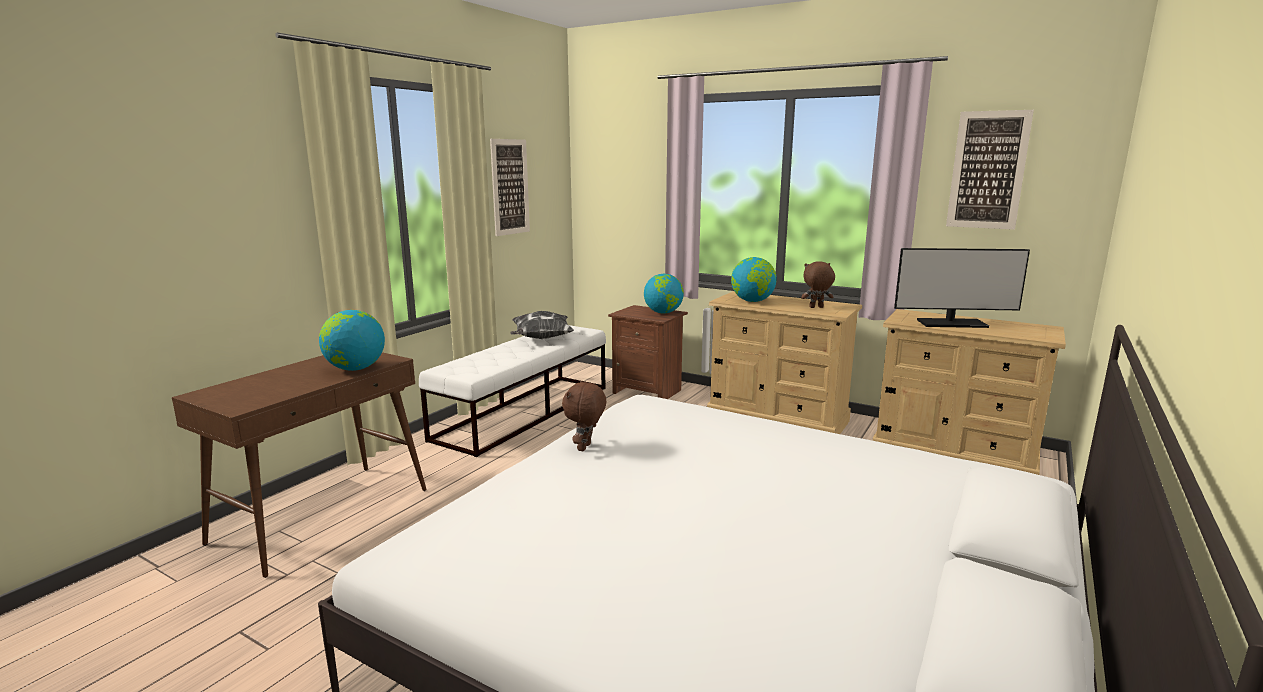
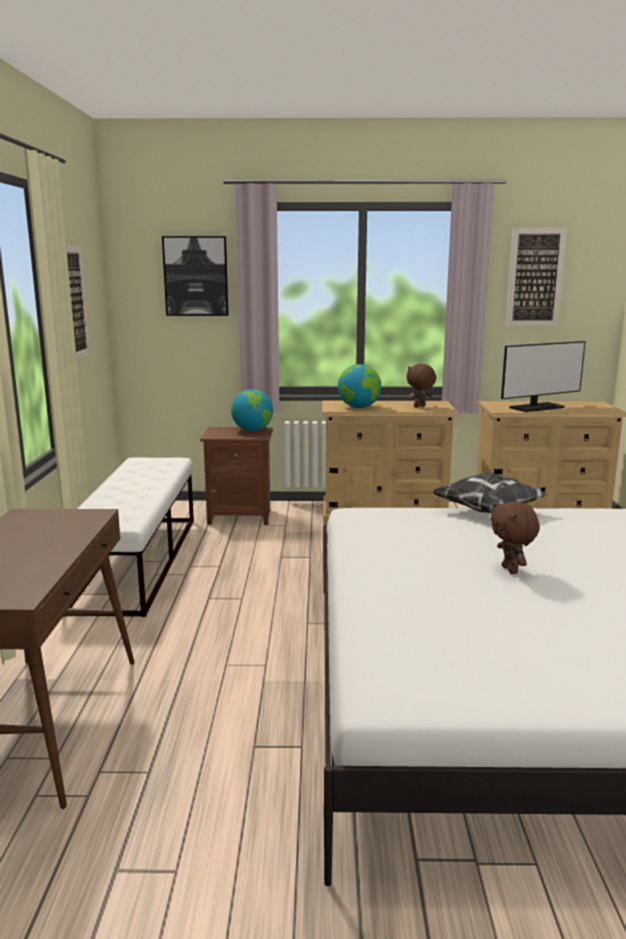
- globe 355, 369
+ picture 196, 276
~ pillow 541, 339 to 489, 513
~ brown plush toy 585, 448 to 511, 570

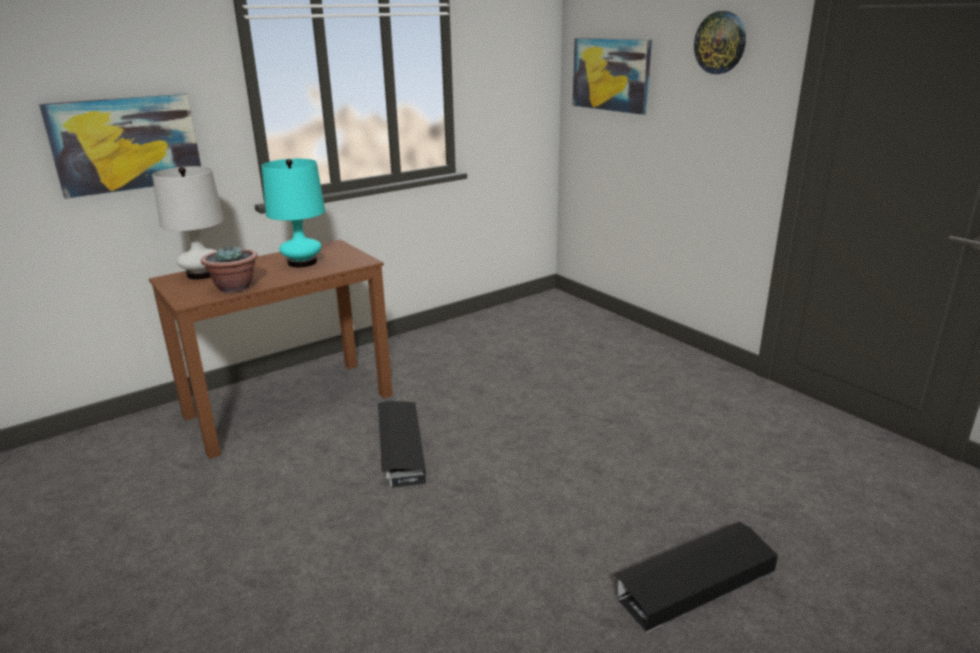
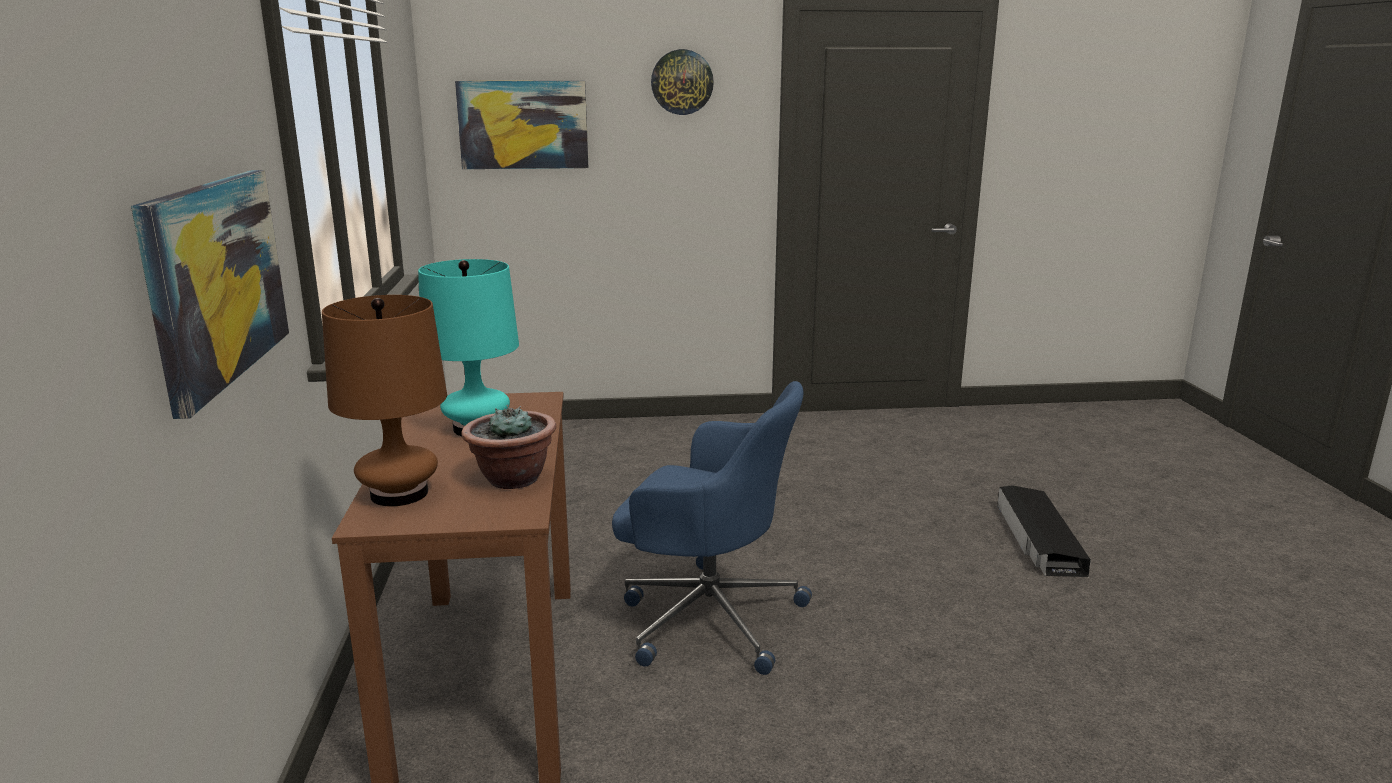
~ black storage box 400, 449 to blue office chair 707, 616
~ white table lamp 202, 274 to brown table lamp 399, 494

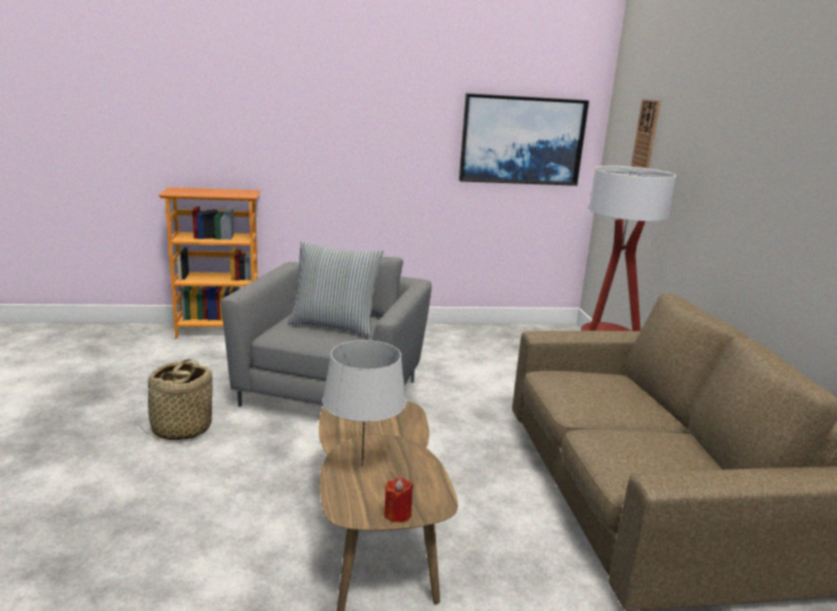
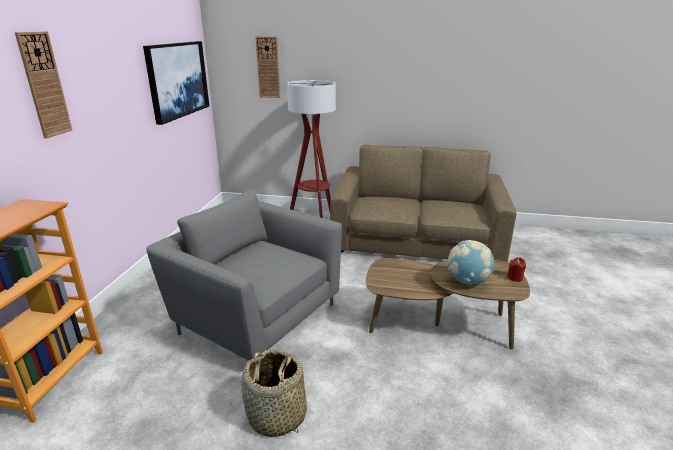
- pillow 334, 325
+ wall clock 44, 85
~ grey table lamp 362, 465 to globe 468, 281

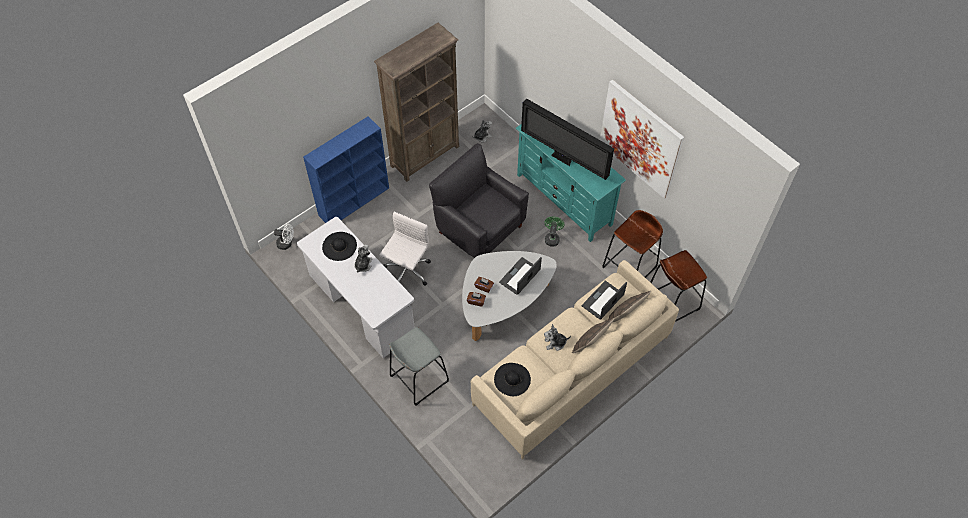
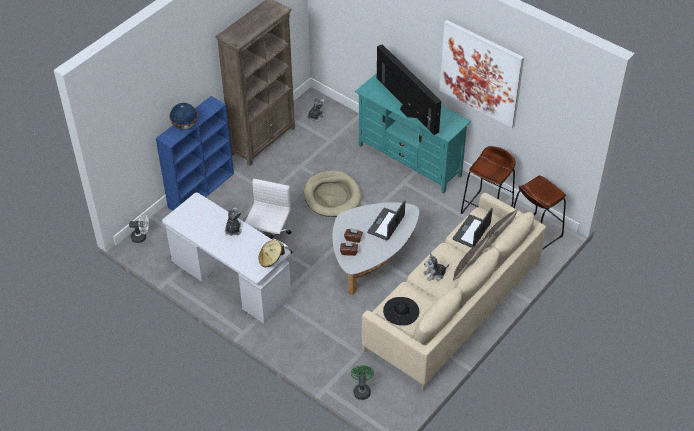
- black hat 339, 246
- grey stool 419, 378
+ globe 184, 126
+ beige hat 270, 259
~ green fan 552, 238 to 361, 390
~ black armchair 479, 228 to beige dog bed 332, 196
~ television 563, 159 = 407, 111 150 degrees counterclockwise

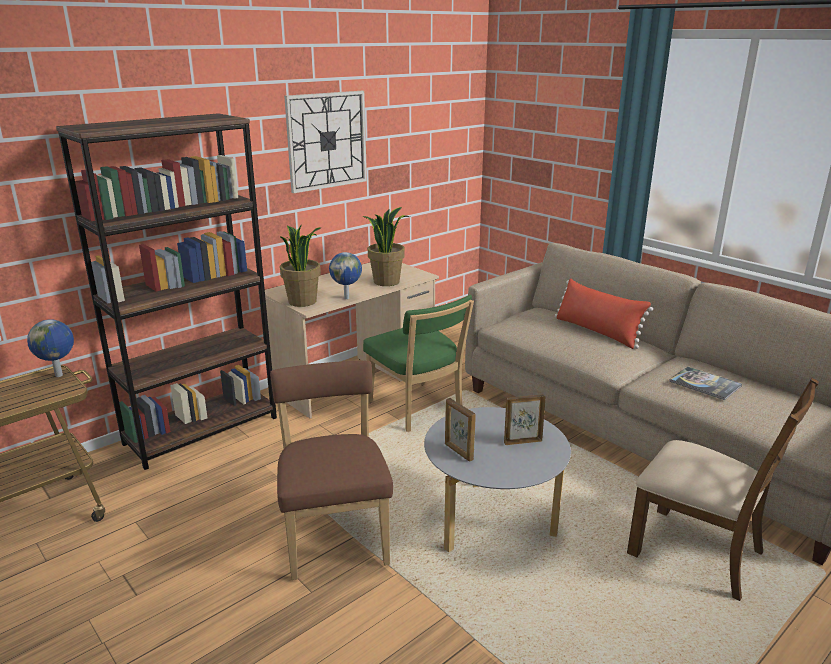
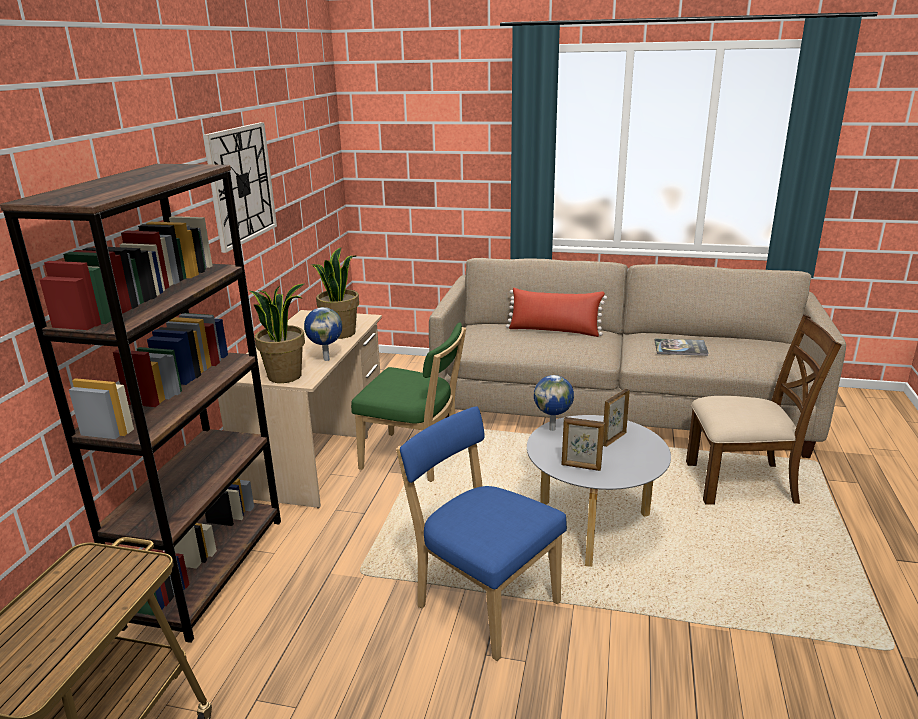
~ globe 60, 375 to 553, 428
~ brown chair 335, 535 to blue chair 483, 601

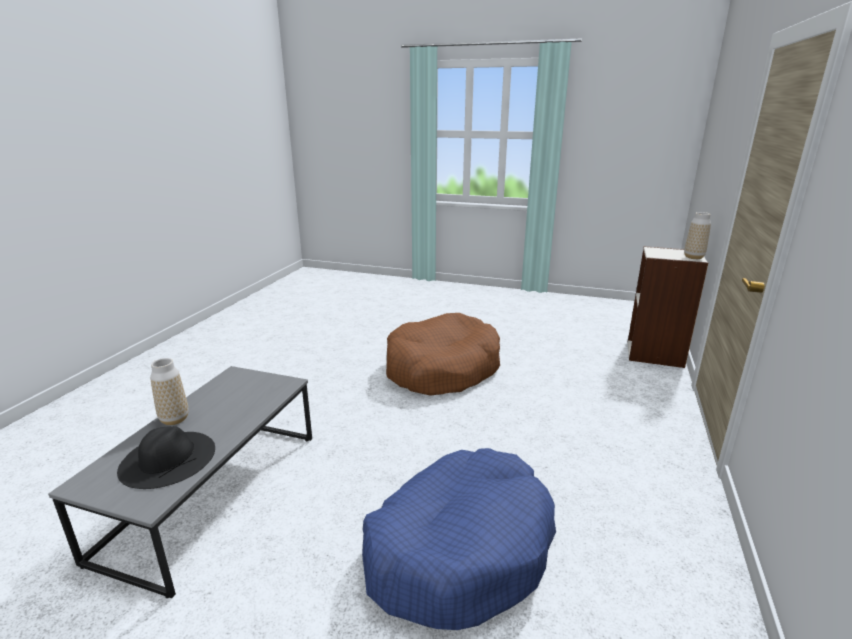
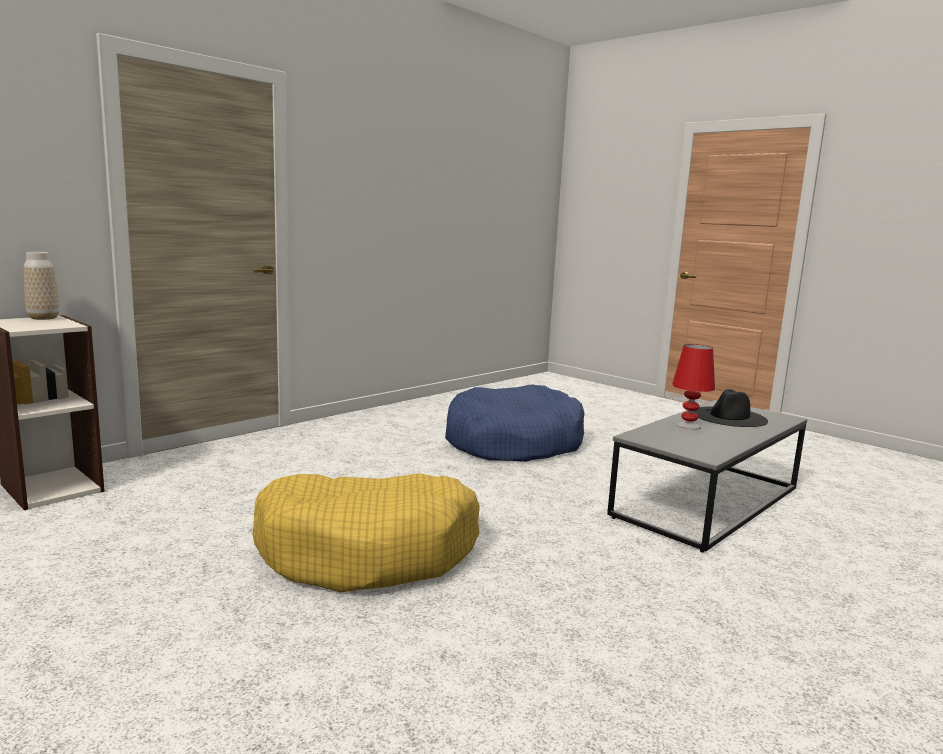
- vase 174, 419
+ red table lamp 688, 426
~ brown dog bed 442, 369 to yellow dog bed 368, 551

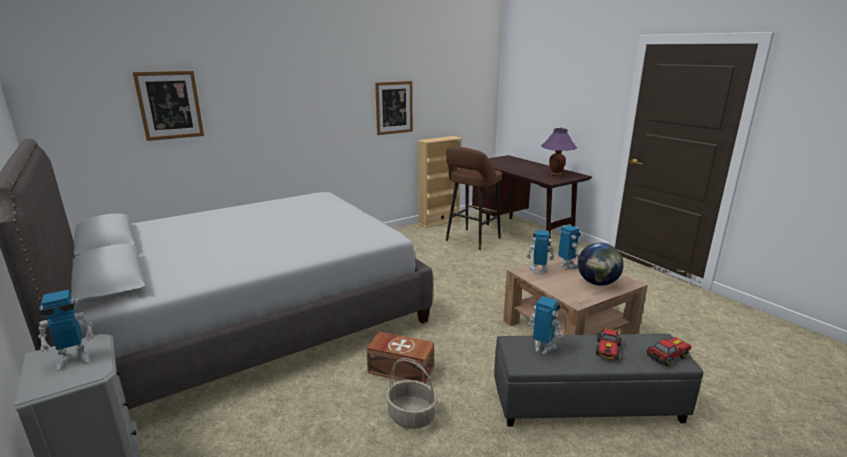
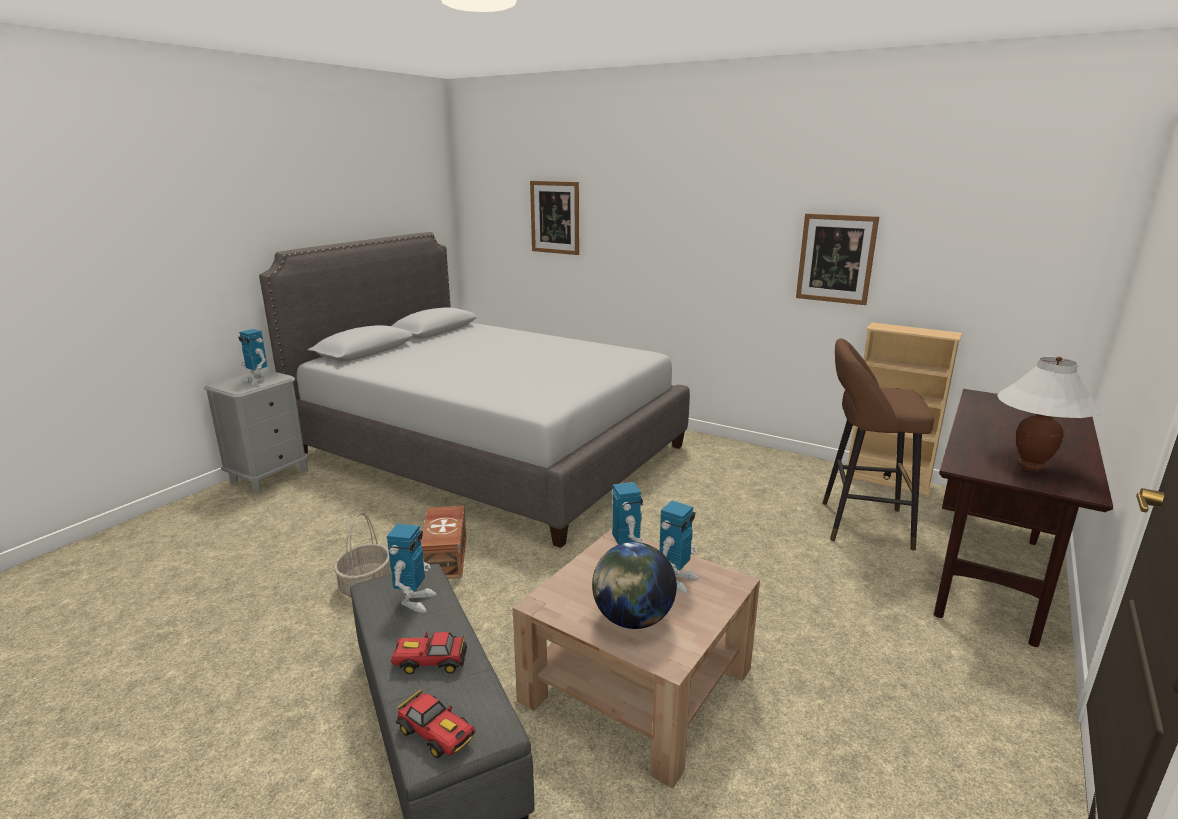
~ purple table lamp 556, 175 to white table lamp 1031, 466

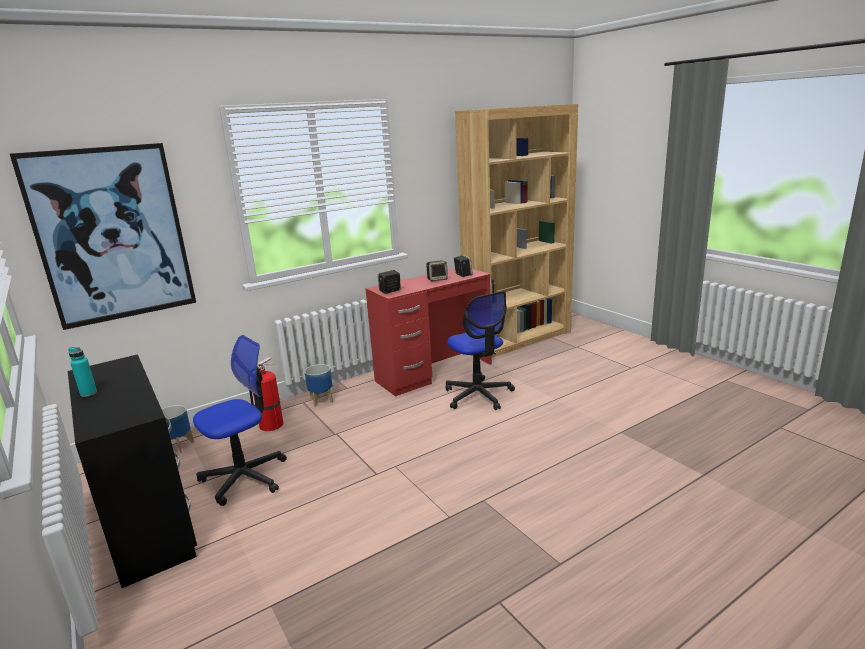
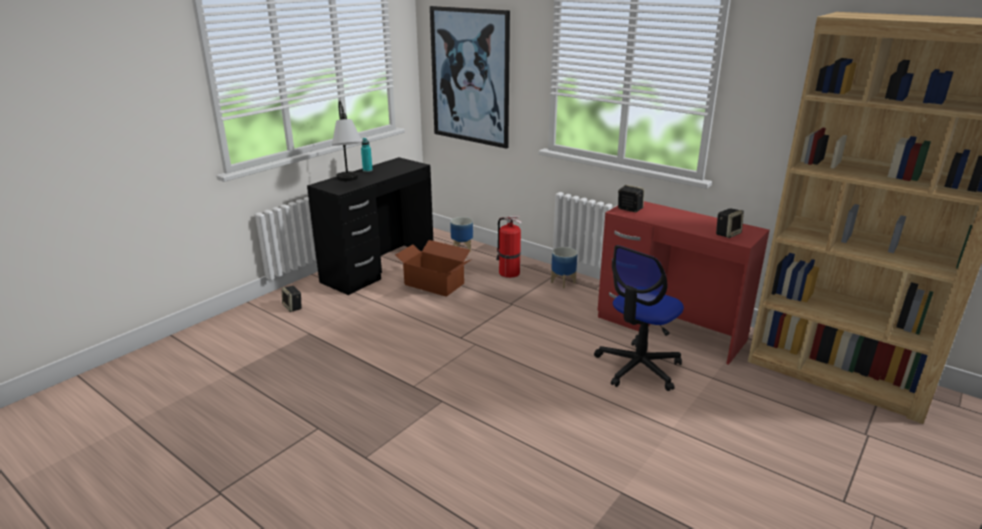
+ table lamp 349, 182
~ speaker 437, 279 to 293, 307
~ office chair 245, 477 to cardboard box 434, 284

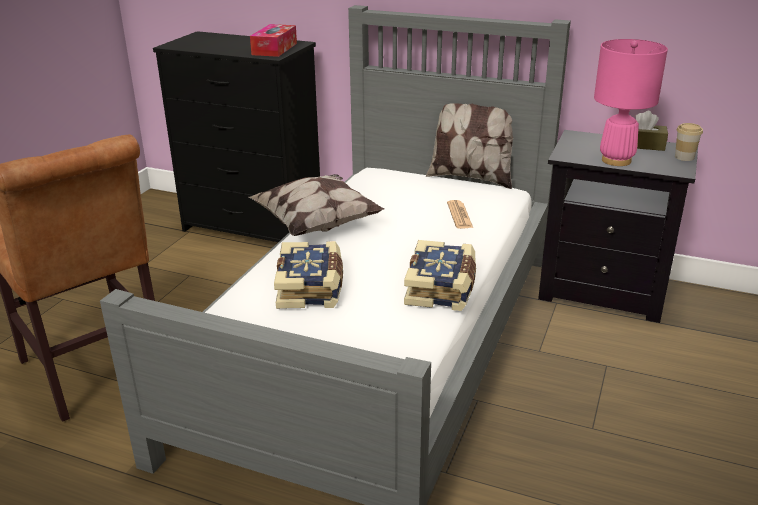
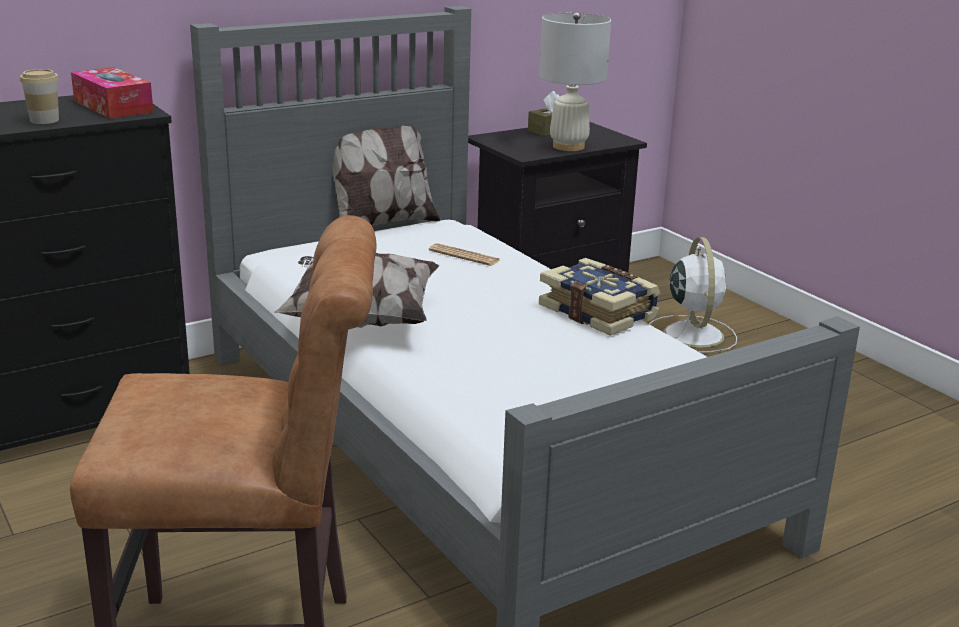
- book 311, 288
+ white fan 692, 333
~ cup 684, 157 to 44, 120
~ pink table lamp 616, 160 to white table lamp 568, 147

